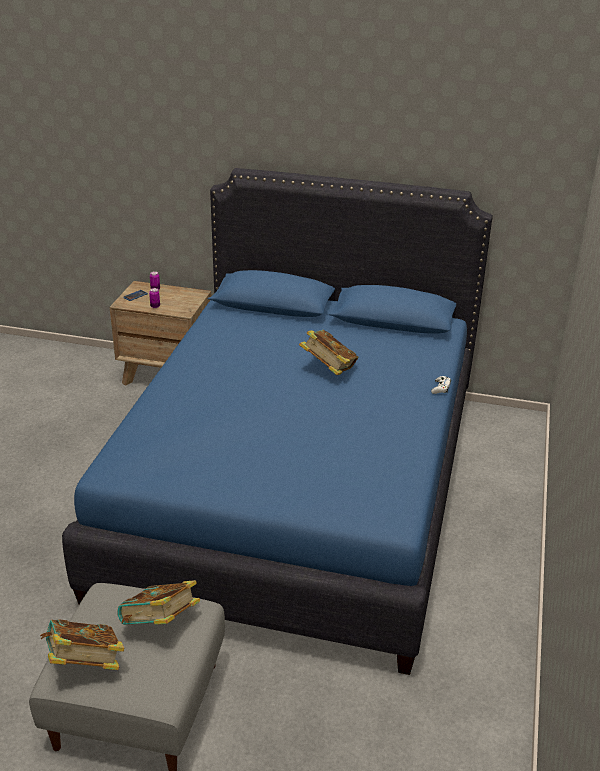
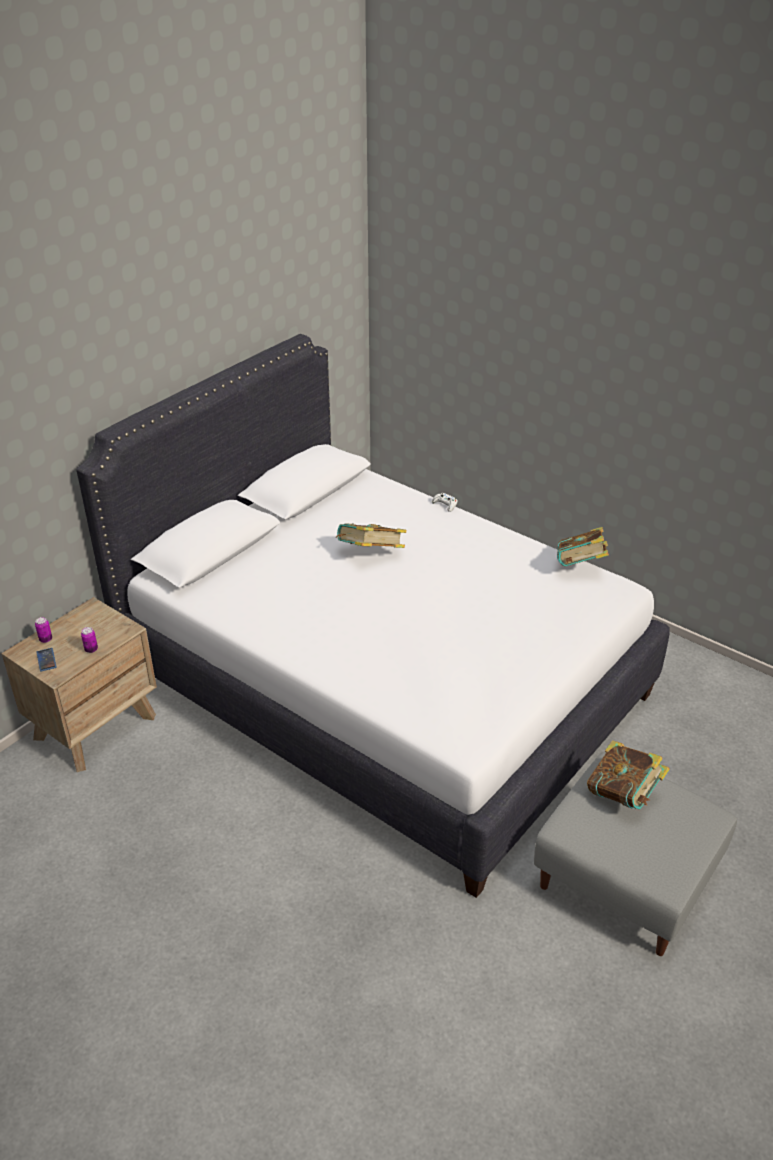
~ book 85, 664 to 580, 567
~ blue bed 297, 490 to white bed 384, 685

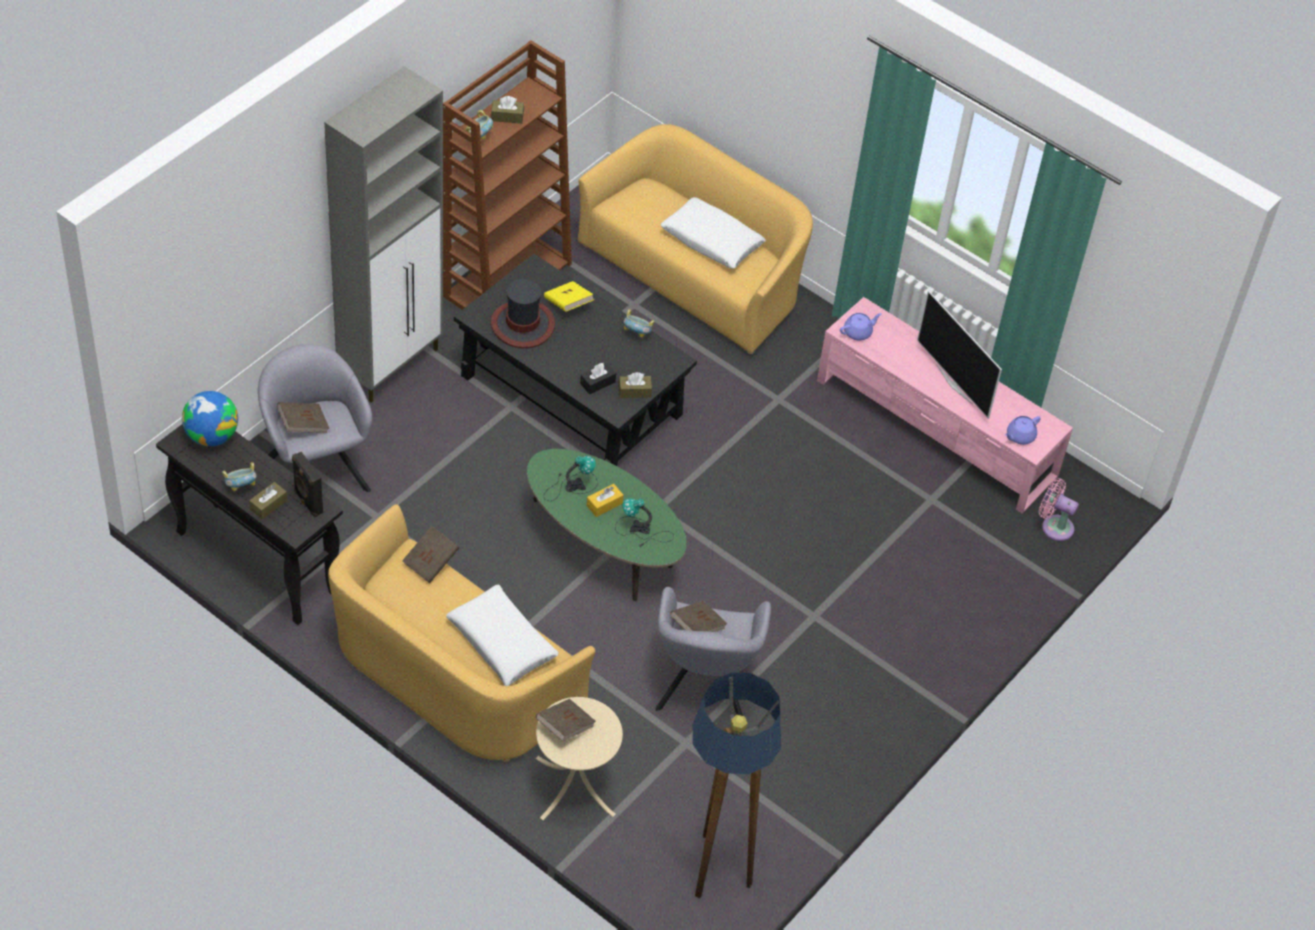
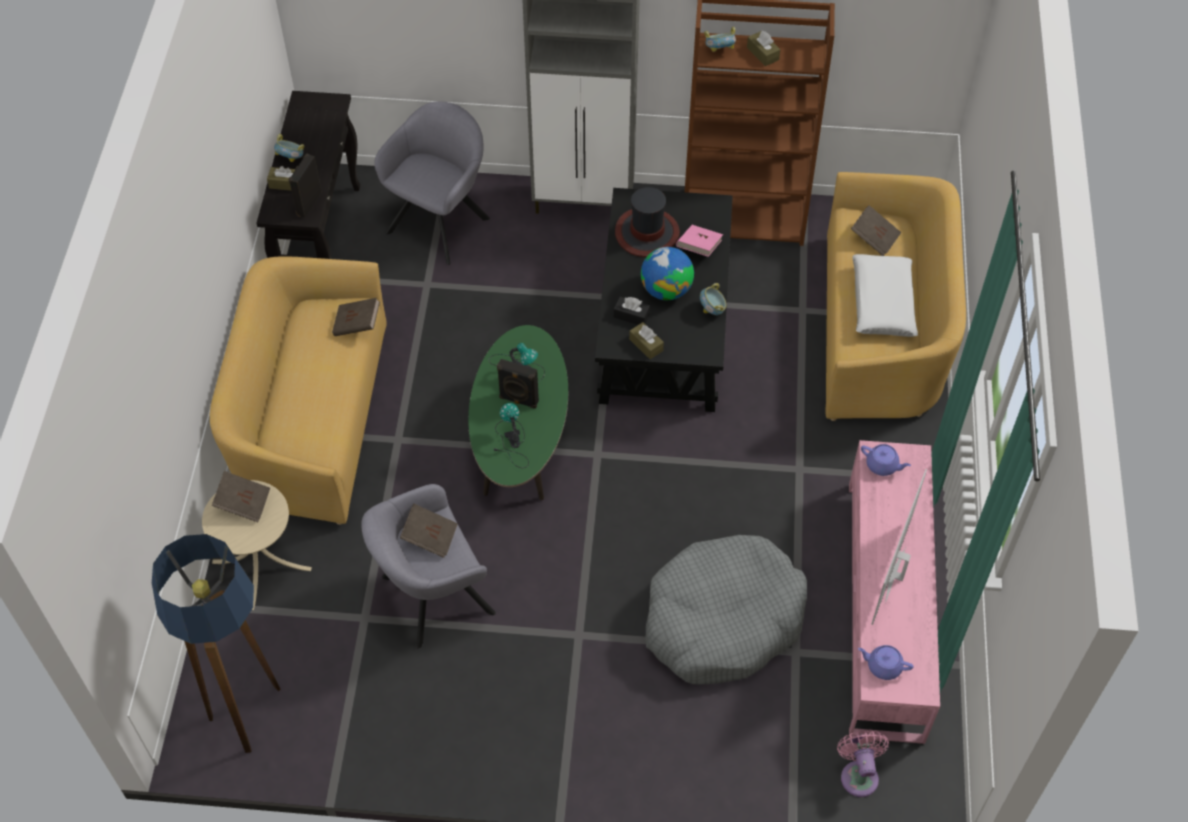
- white pillow 502, 642
+ grey dog bed 722, 620
~ globe 211, 436 to 666, 290
~ brown book 303, 425 to 874, 238
~ yellow tissue box 604, 504 to black speaker 518, 400
~ yellow book 568, 304 to pink book 698, 248

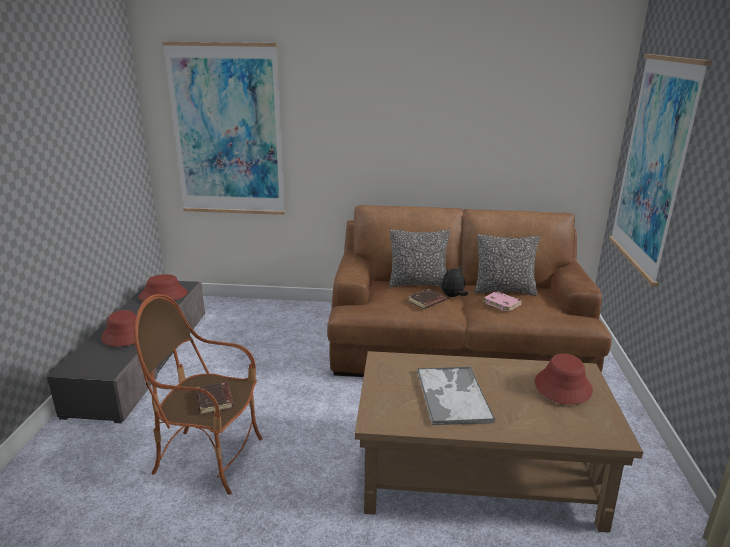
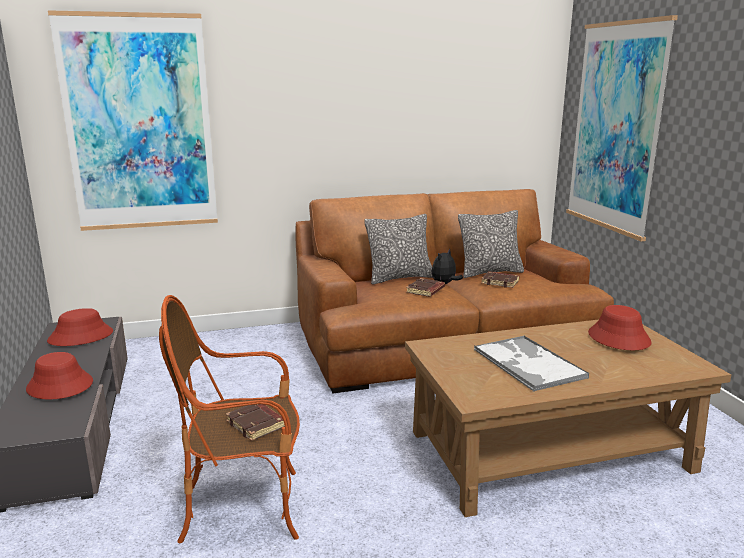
~ pink book 502, 304 to brown book 500, 282

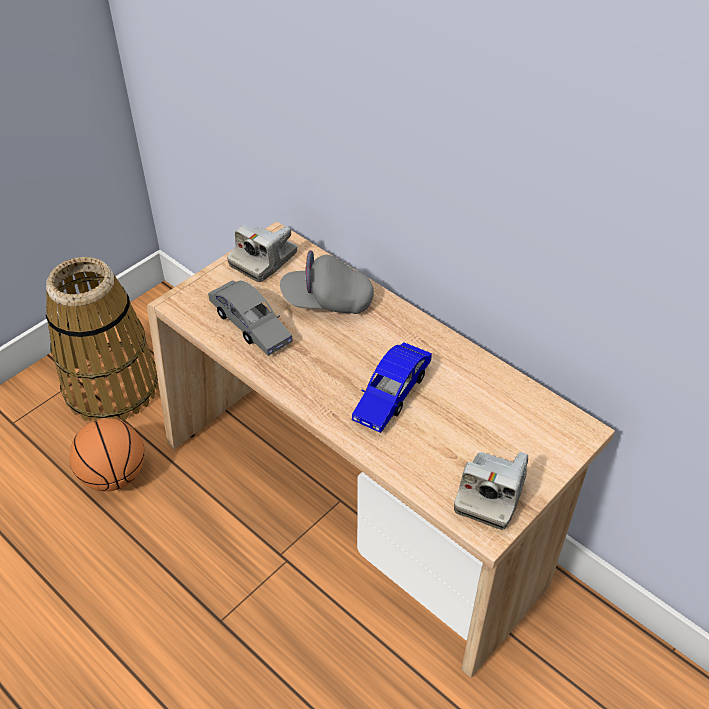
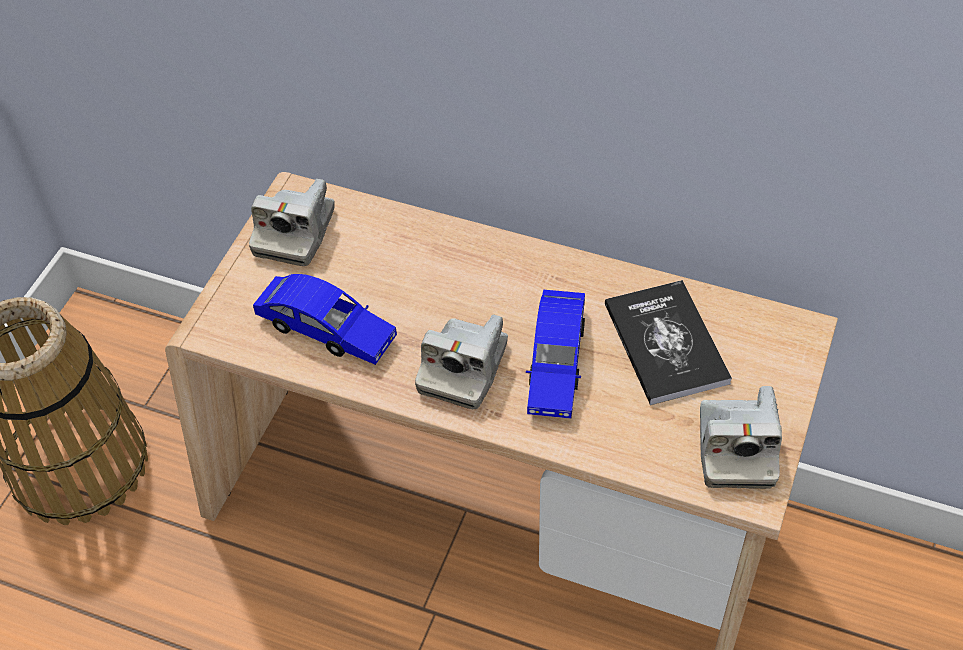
- basketball 114, 476
- grey cap 327, 301
+ photo camera 463, 368
+ book 666, 343
~ grey toy car 250, 325 to blue toy car 326, 330

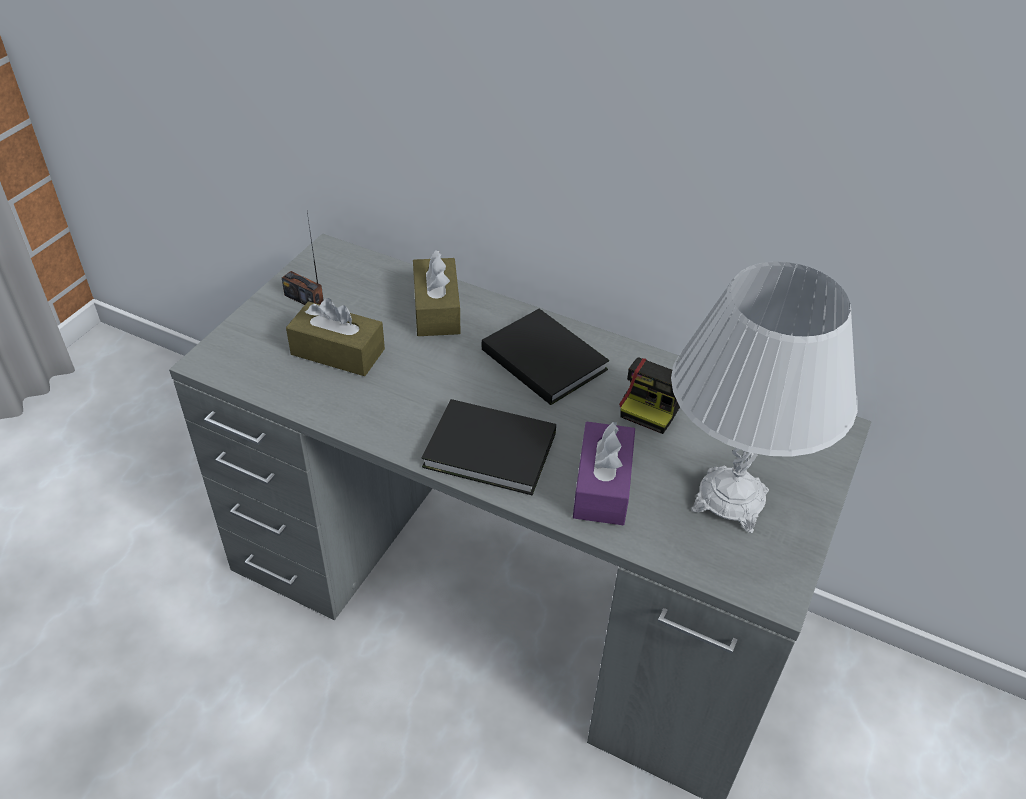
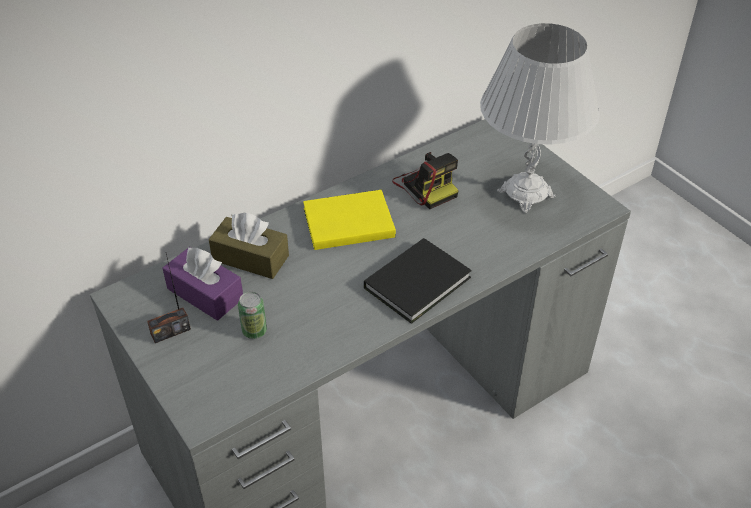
~ purple tissue box 602, 485 to 205, 293
~ brown tissue box 338, 352 to can 254, 331
~ black book 543, 357 to yellow book 346, 222

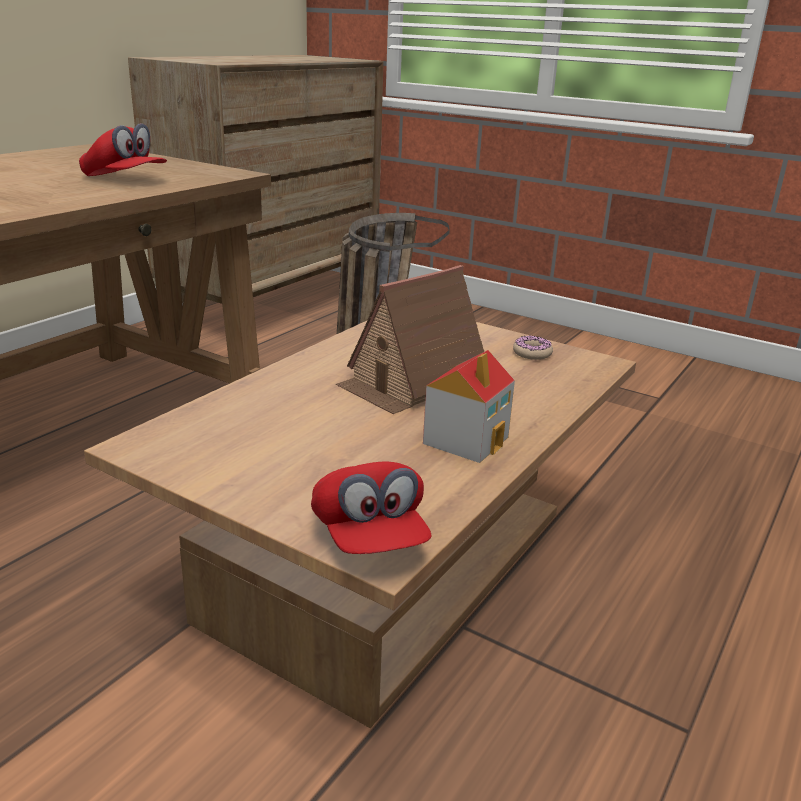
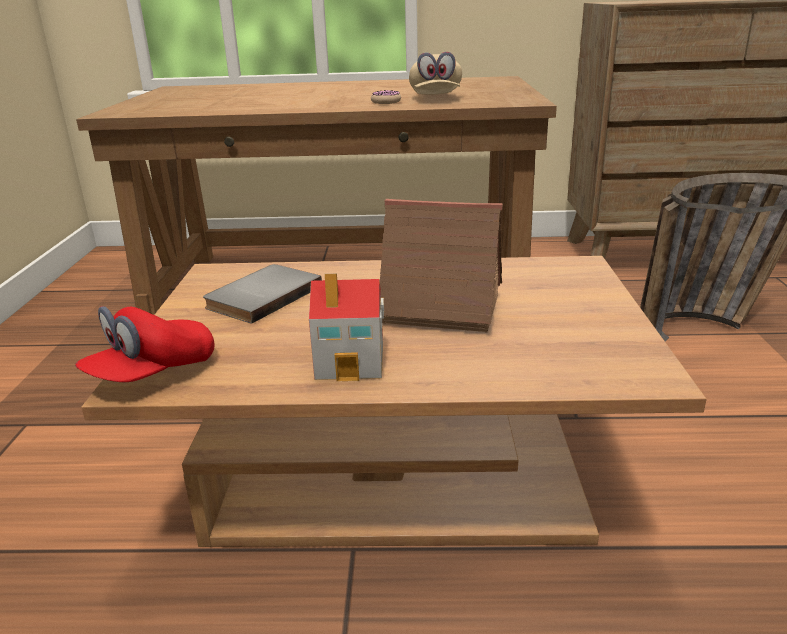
+ grey book 261, 296
~ donut 532, 353 to 386, 102
~ red cap 125, 179 to beige cap 435, 98

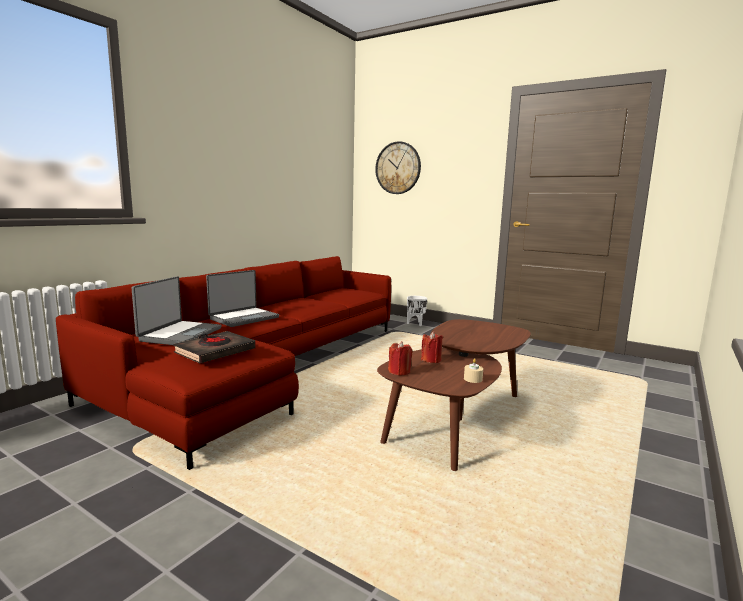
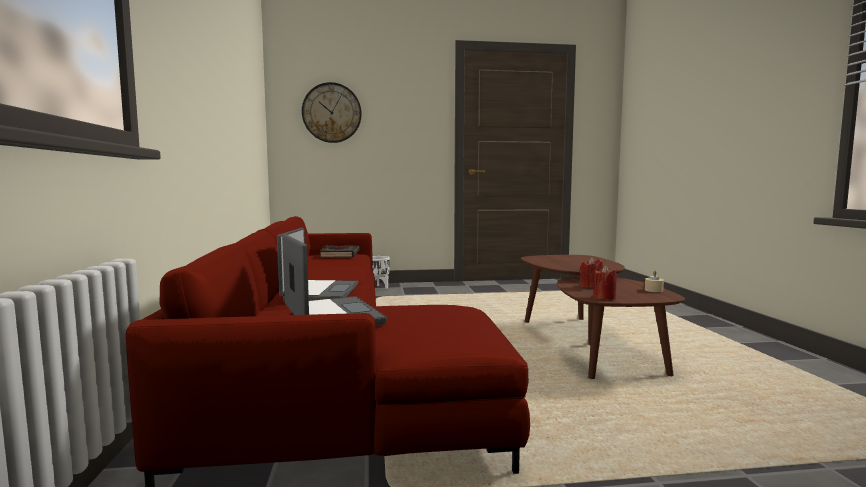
~ black book 215, 352 to 339, 255

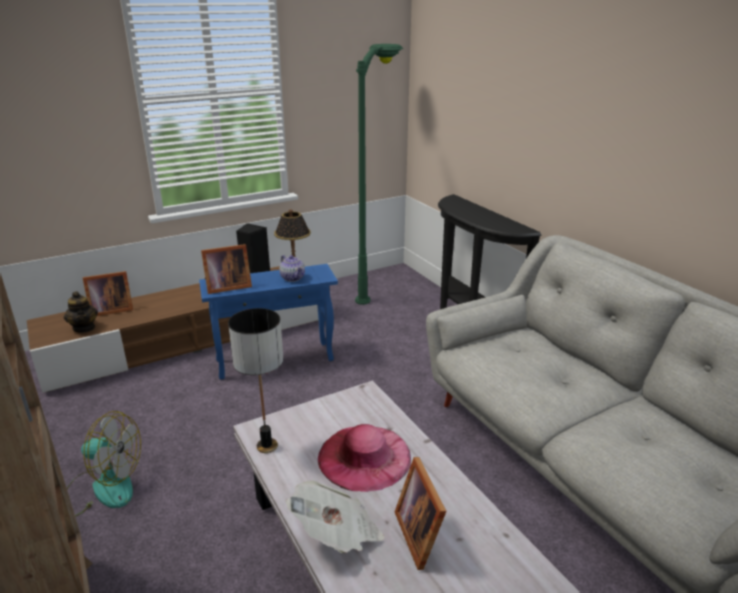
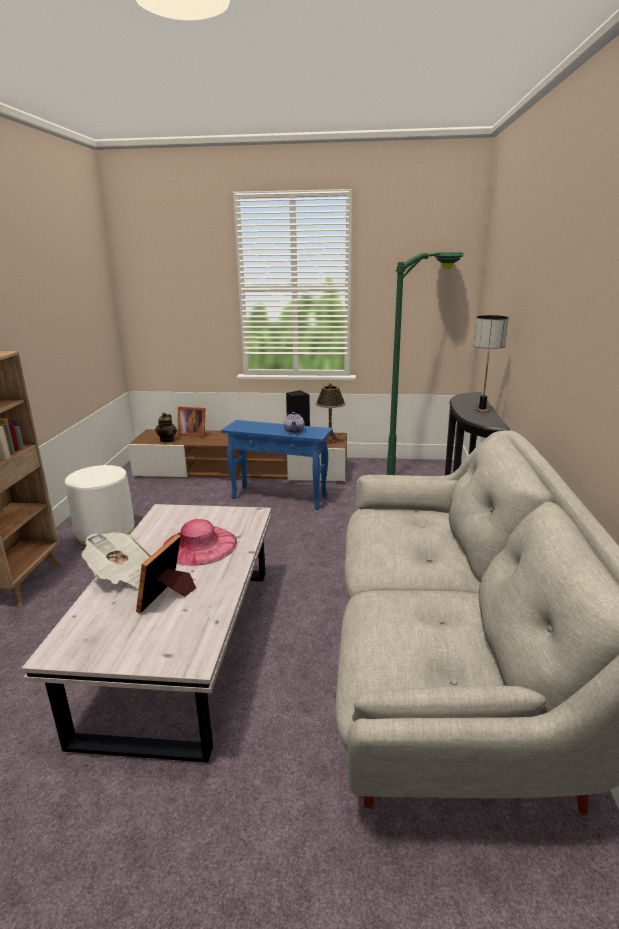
- picture frame 226, 287
~ table lamp 266, 446 to 482, 410
~ fan 103, 488 to white ottoman 106, 533

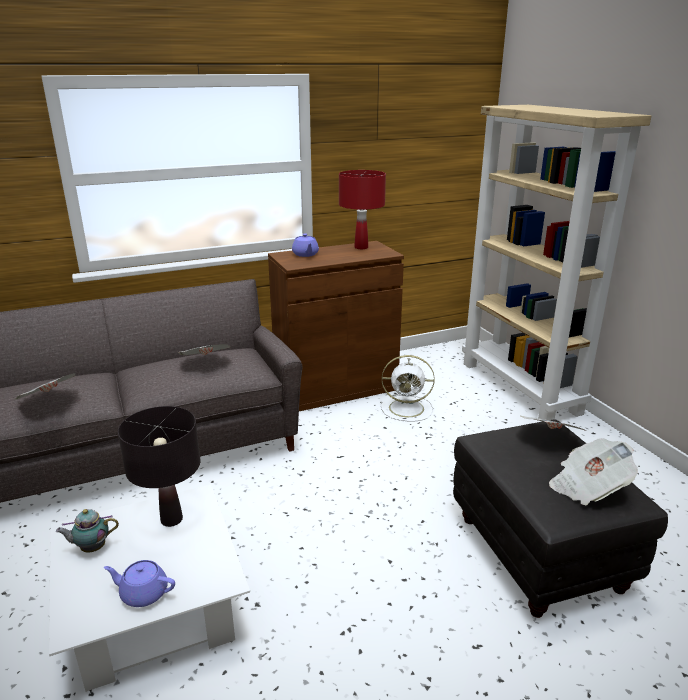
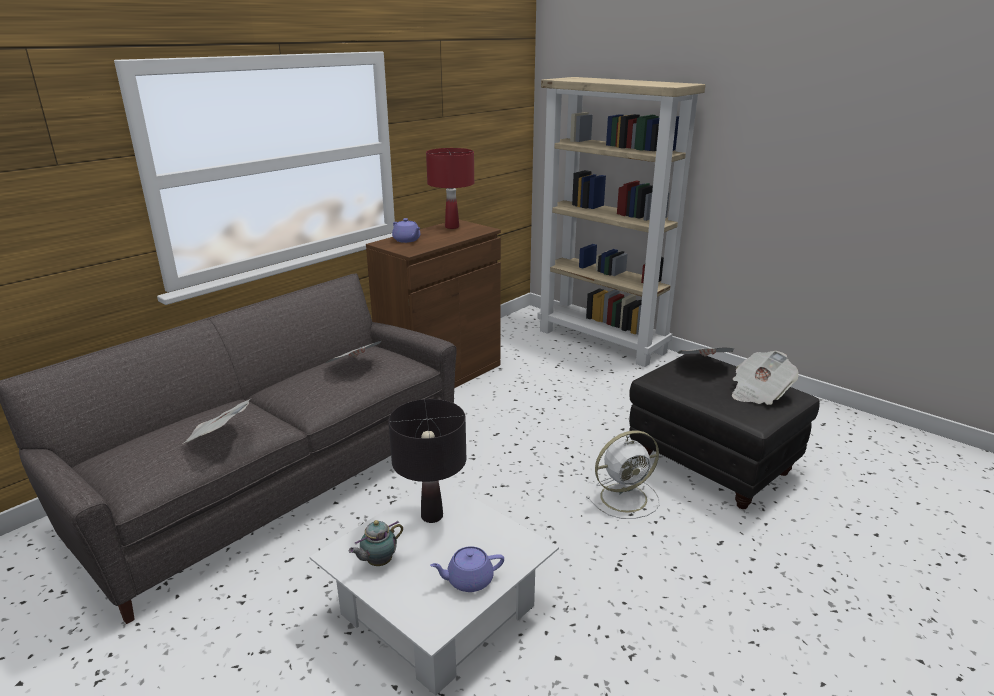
~ white fan 408, 408 to 625, 497

